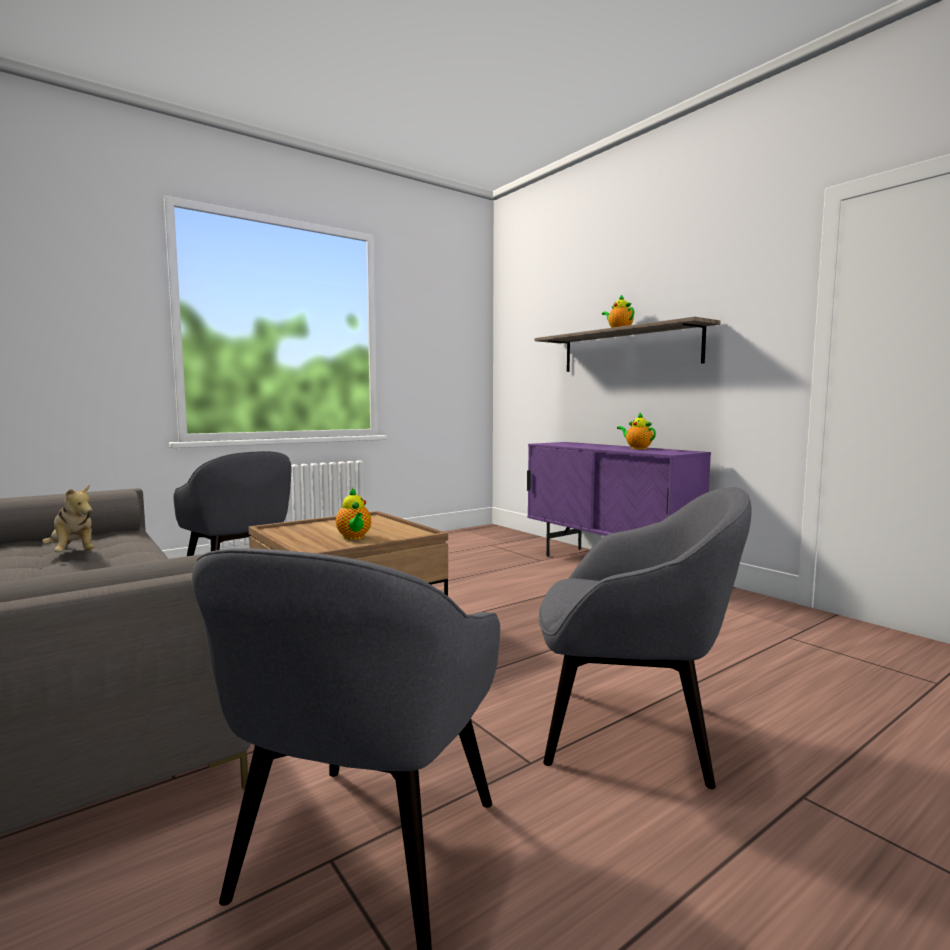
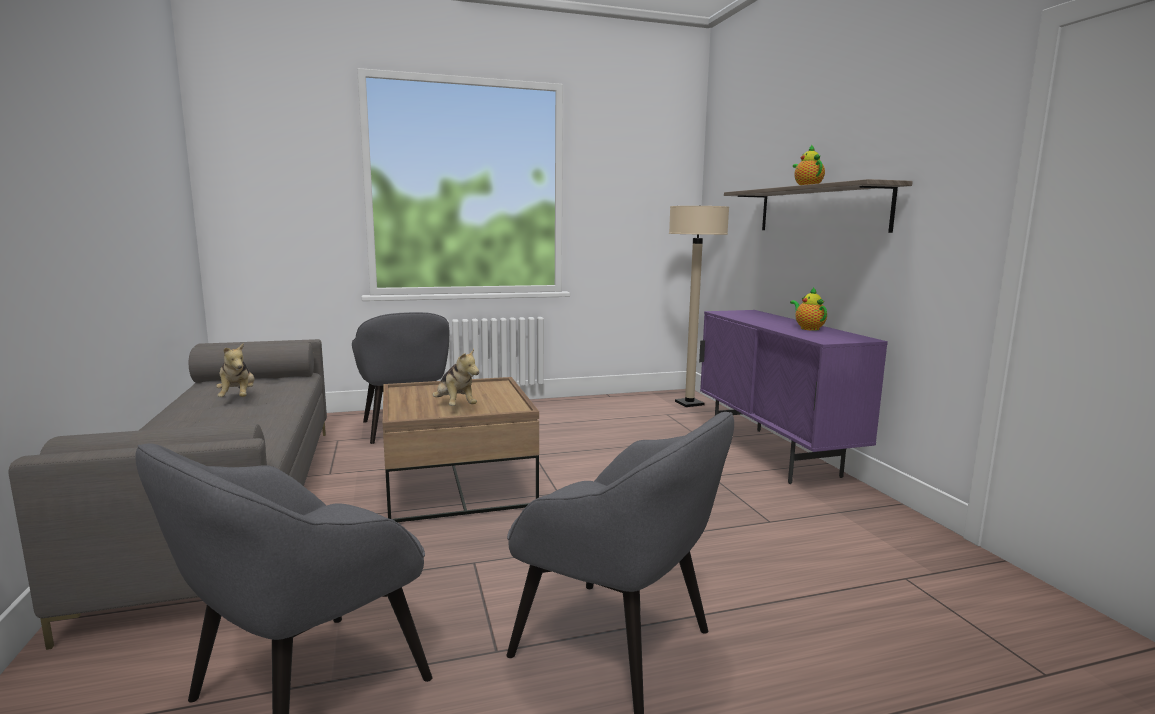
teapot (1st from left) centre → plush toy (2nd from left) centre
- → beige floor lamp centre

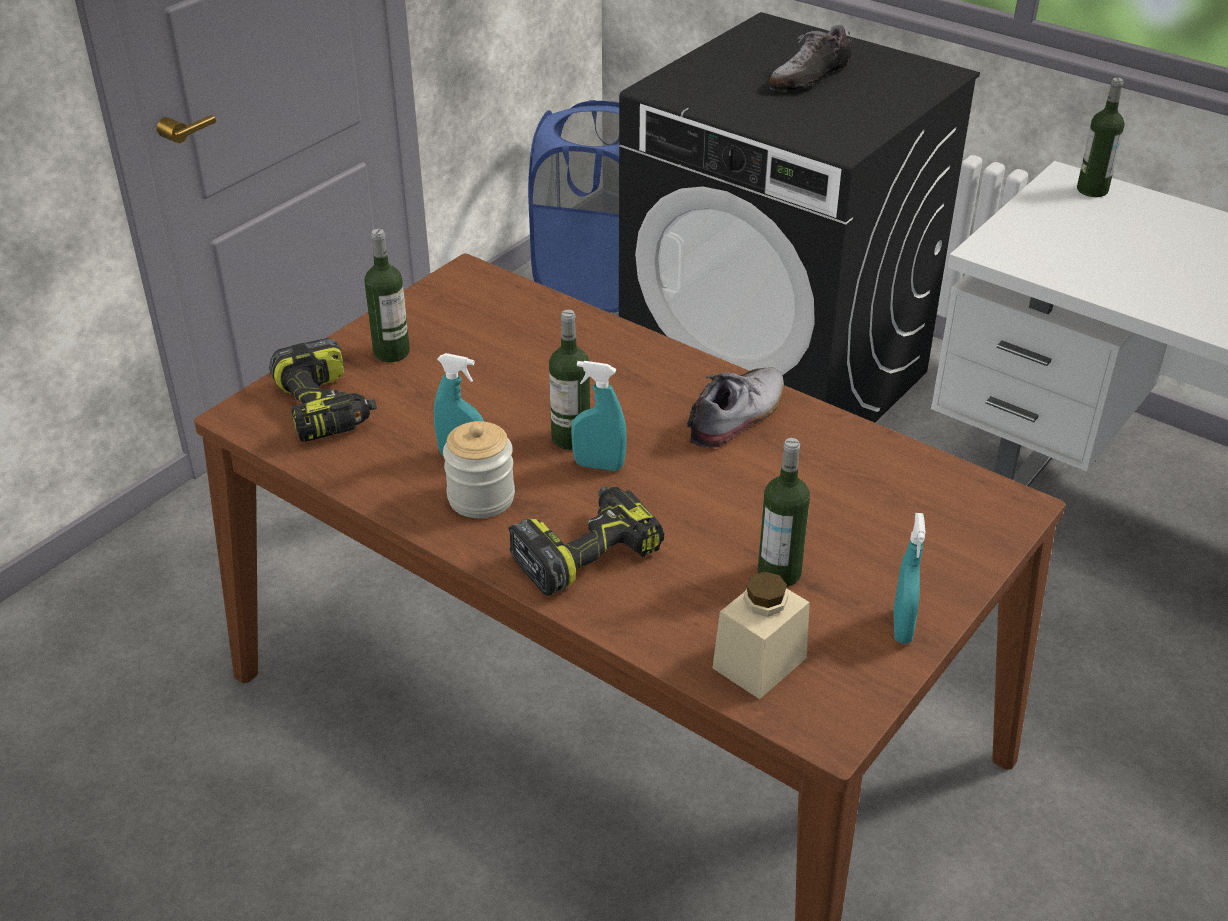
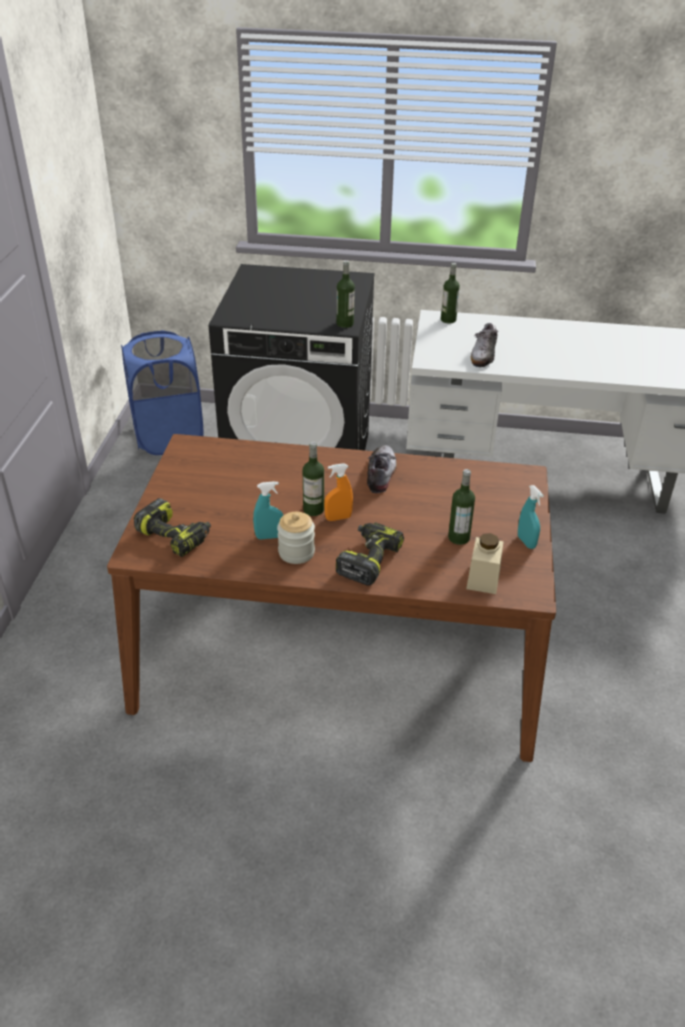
turquoise spray bottle (2nd from left) centre → orange spray bottle centre
bottle (1st from left in the first image) top left → bottle (2nd from left) top centre, move
shoe (2nd from left) top centre → shoe (2nd from left) middle right, move

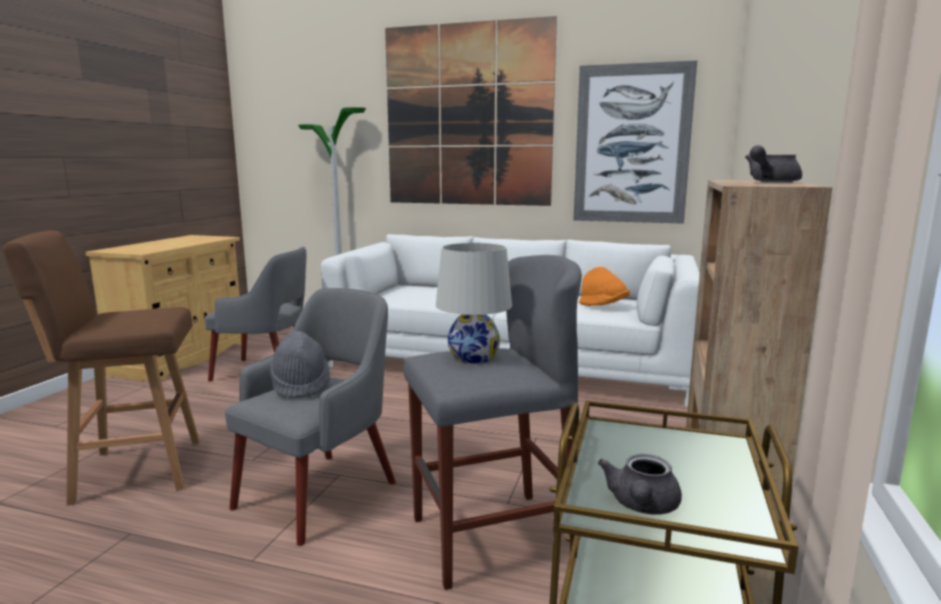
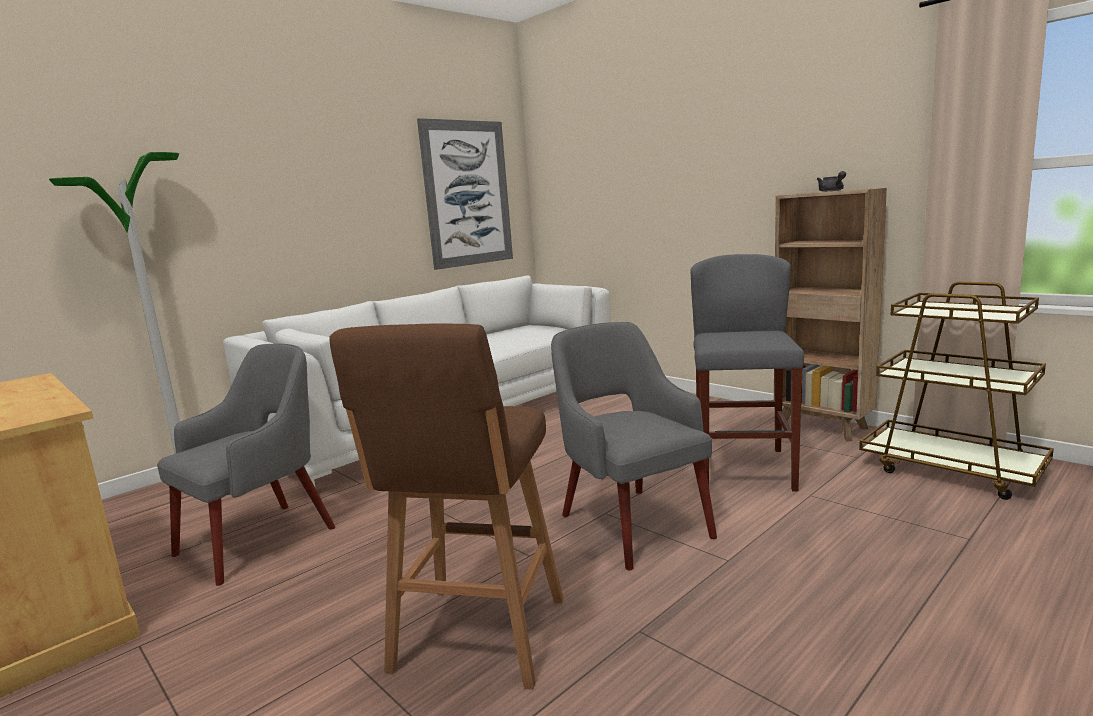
grey hat middle left → -
picture (1st from left) top centre → -
white table lamp centre → -
orange hat centre → -
grey teapot (1st from left) bottom right → -

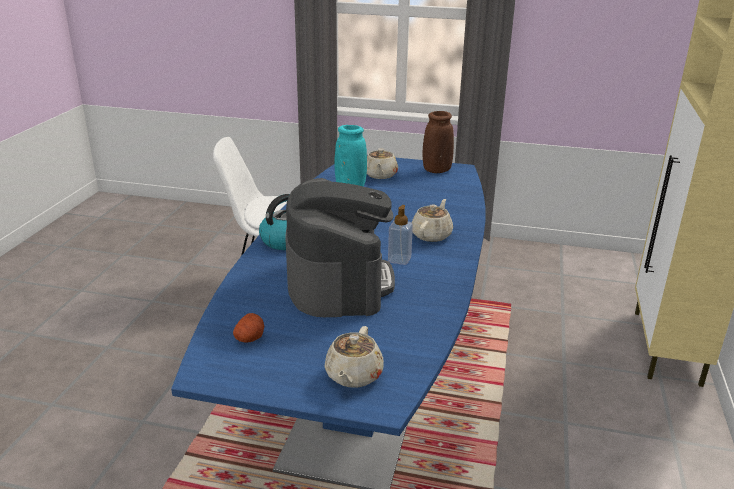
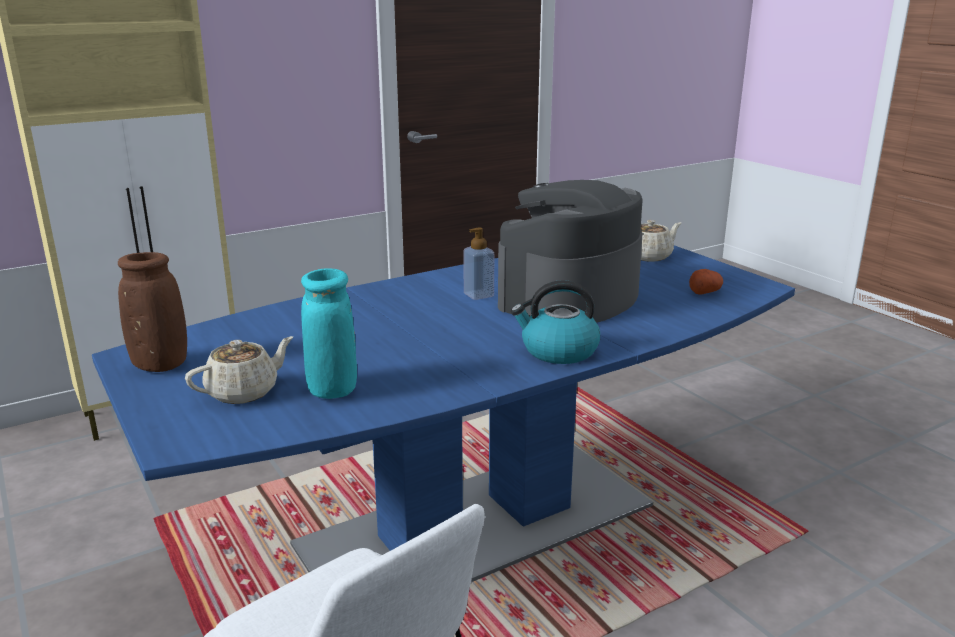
beige teapot (3rd from left) centre → -

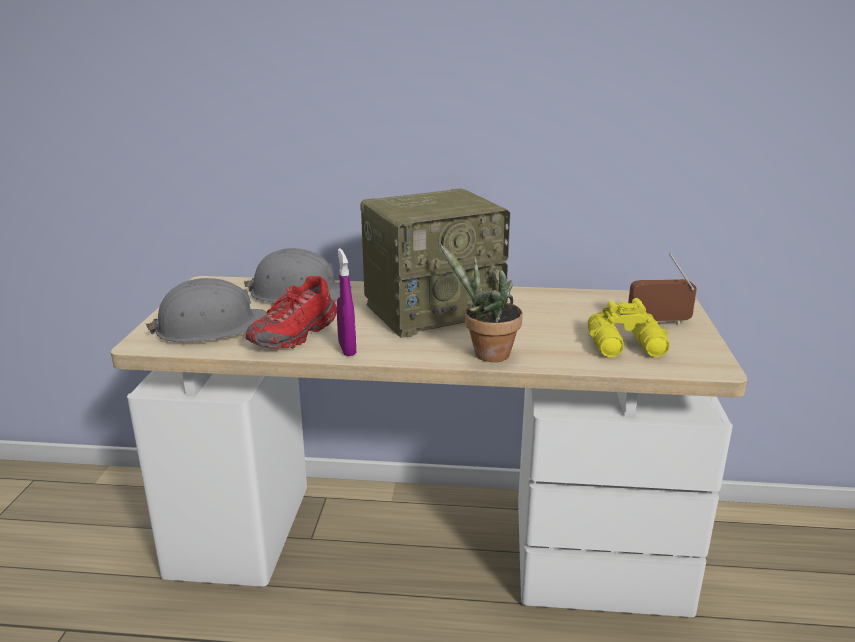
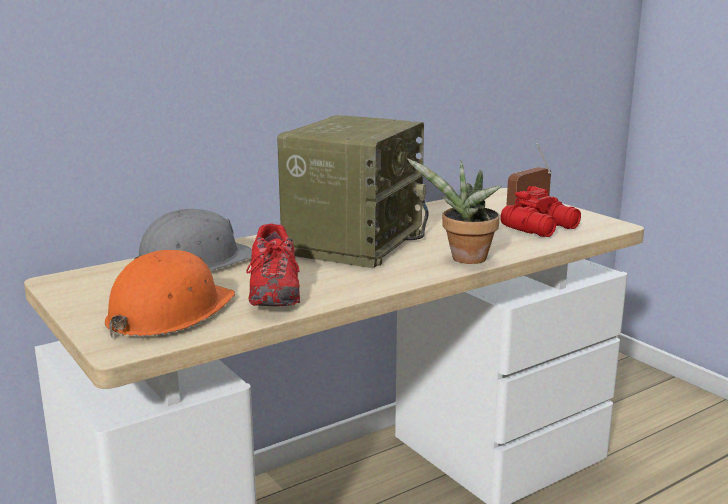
grey hard hat (1st from left) middle left → orange hard hat middle left
yellow binoculars middle right → red binoculars middle right
purple spray bottle centre → -

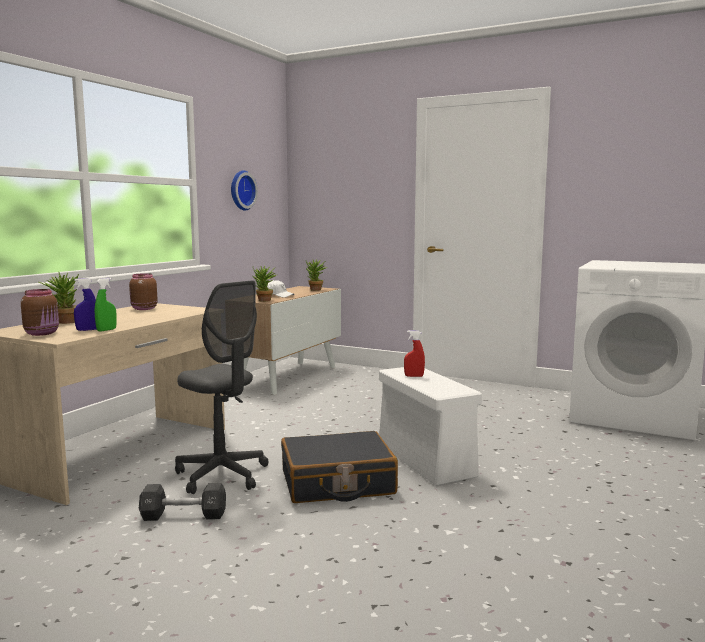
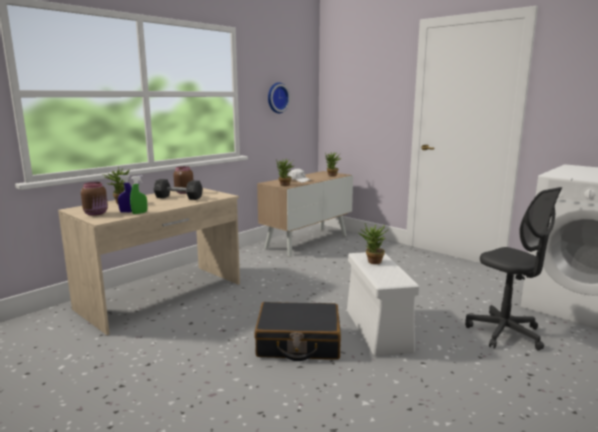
black dumbbell bottom left → black dumbbell middle left, move
red spray bottle centre → potted plant (4th from left) centre
grey office chair middle left → grey office chair middle right, move

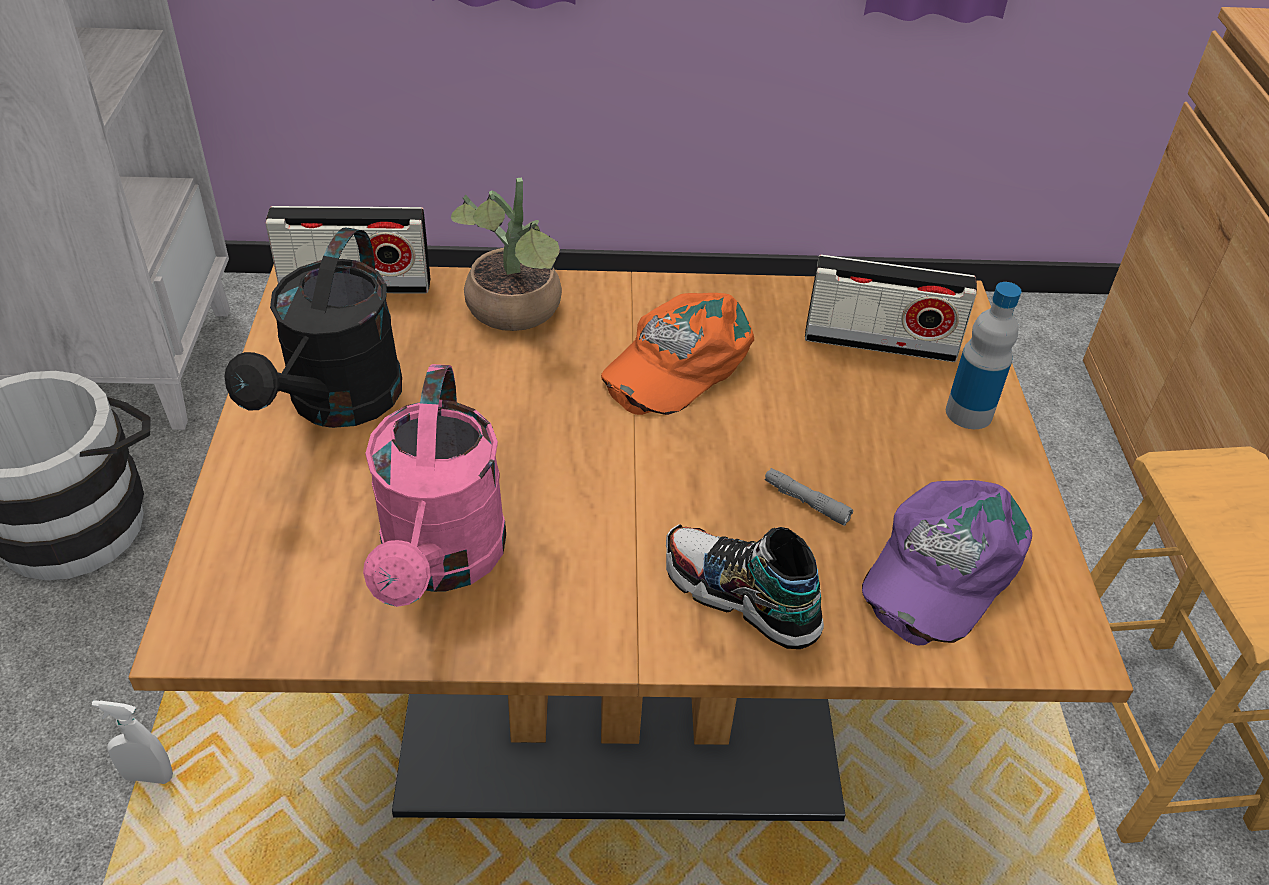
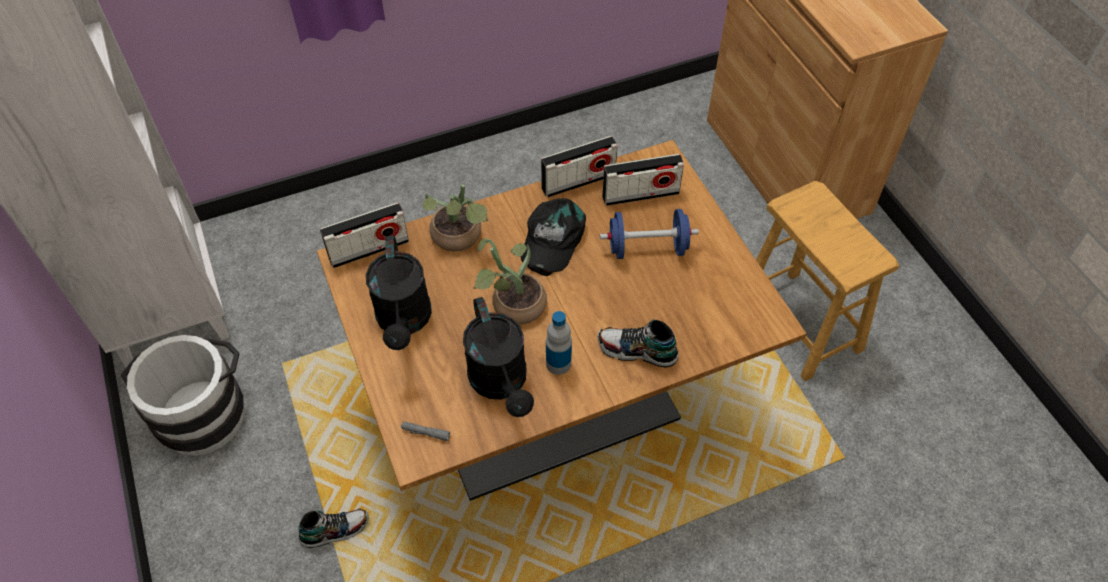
white spray bottle bottom left → shoe (1st from left) bottom left
grey flashlight centre → grey flashlight bottom centre, move
pink watering can centre → black watering can (2nd from left) centre
- → potted plant (2nd from left) centre
orange cap centre → black cap centre
- → radio (2nd from left) top centre
bottle middle right → bottle centre, move
- → blue dumbbell centre
purple cap middle right → -

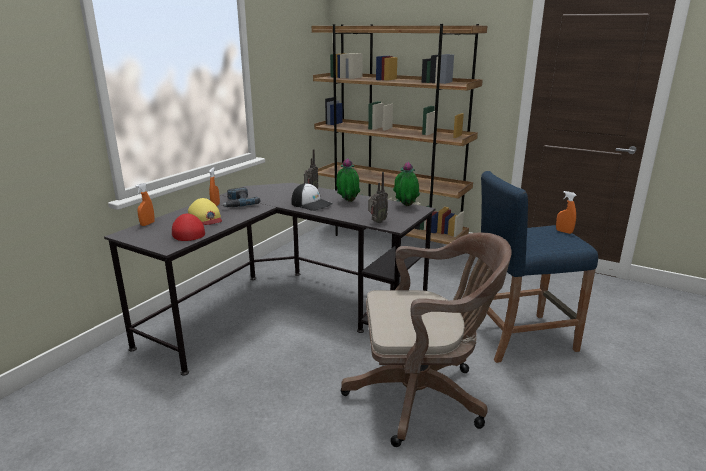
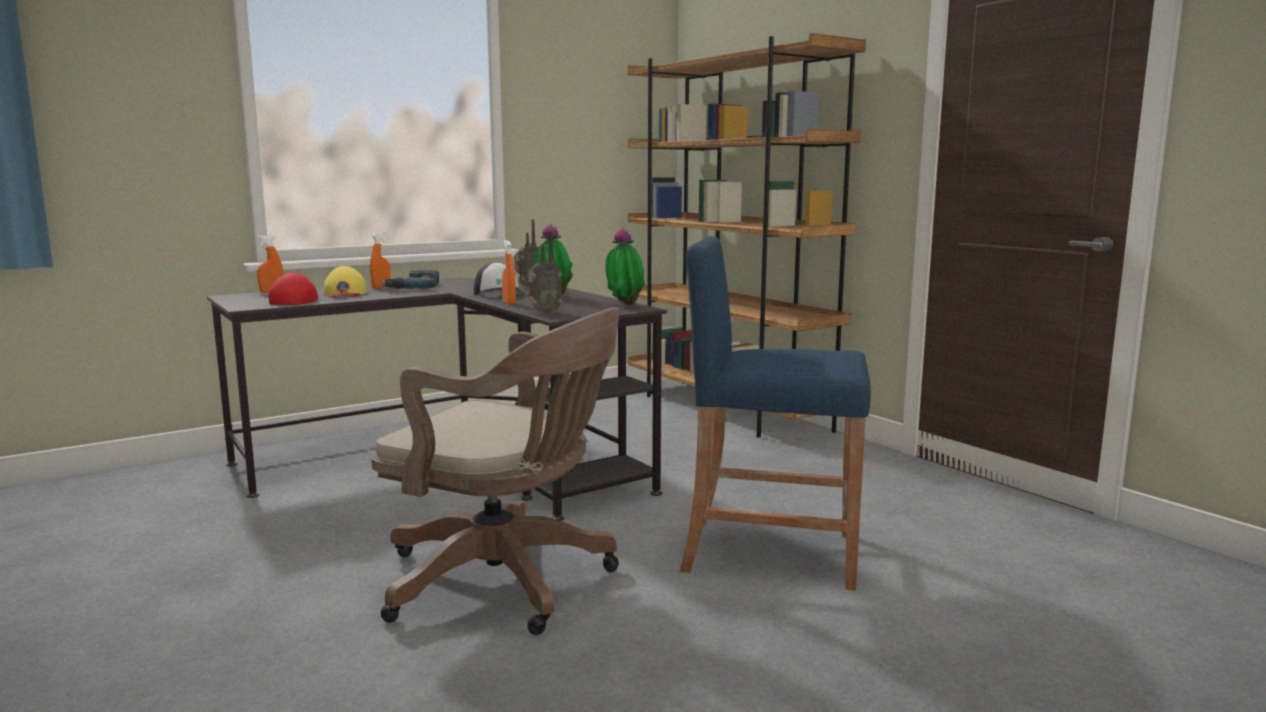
orange spray bottle (3rd from left) middle right → orange spray bottle (3rd from left) centre, move

